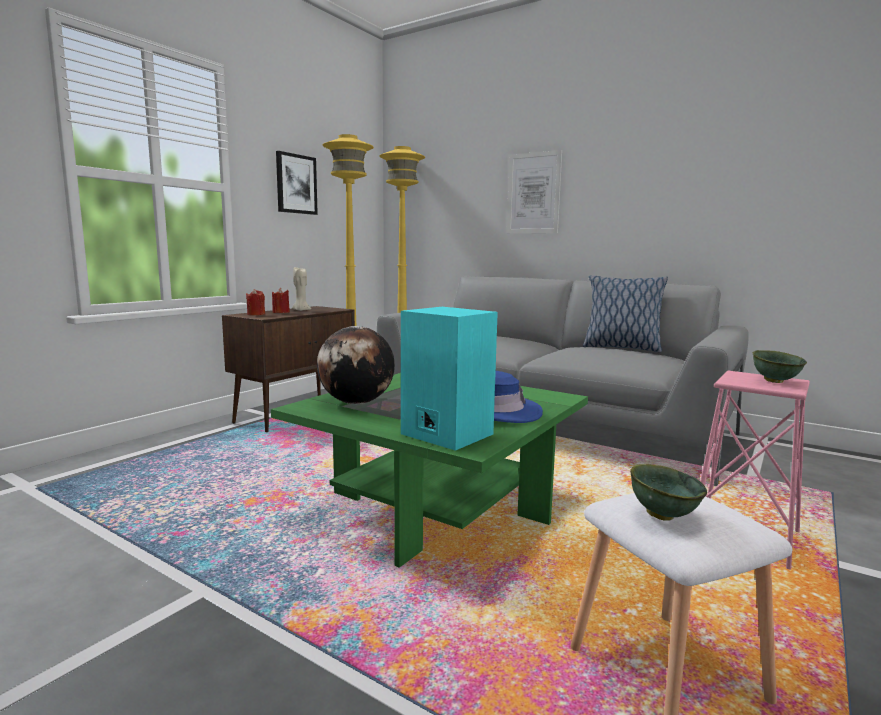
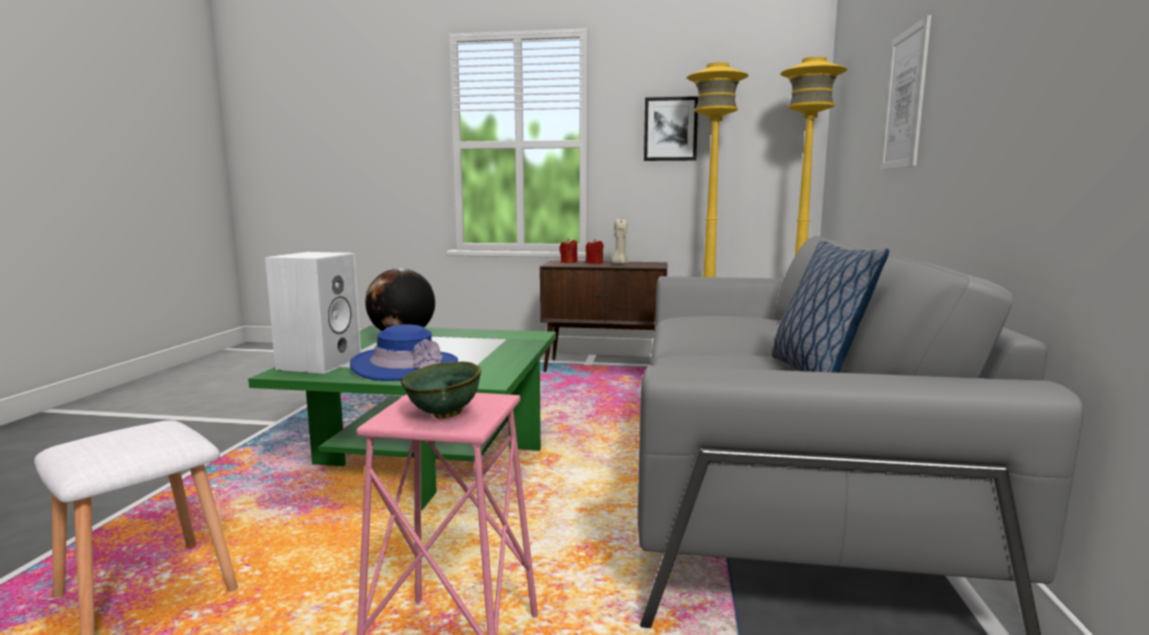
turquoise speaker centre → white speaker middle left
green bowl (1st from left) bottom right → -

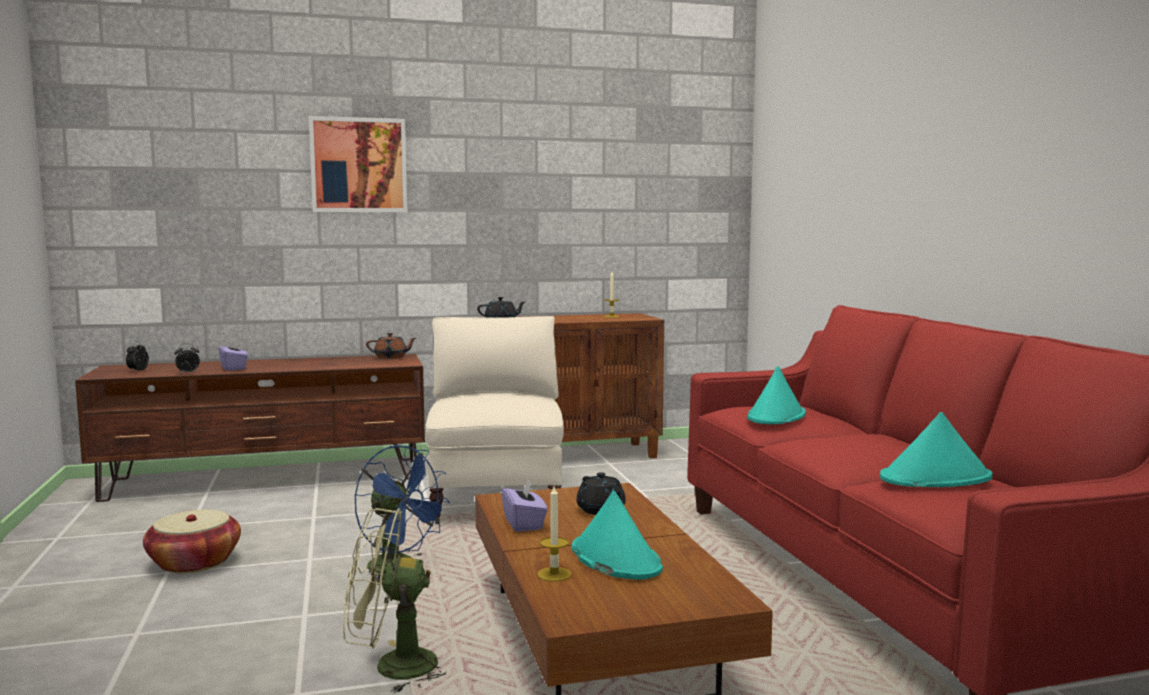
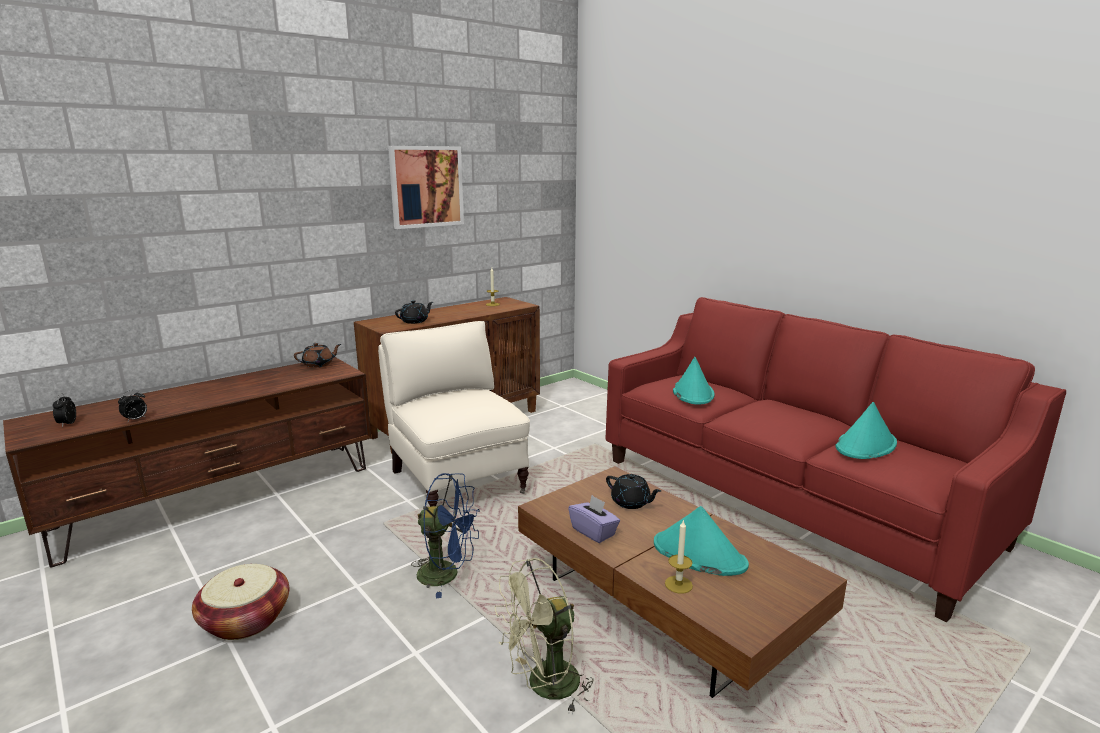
picture top left → picture top centre, move
purple tissue box (1st from left) middle left → -

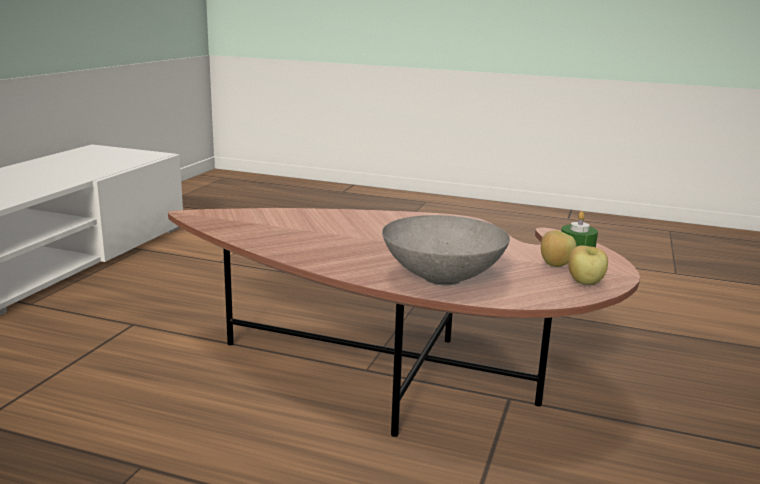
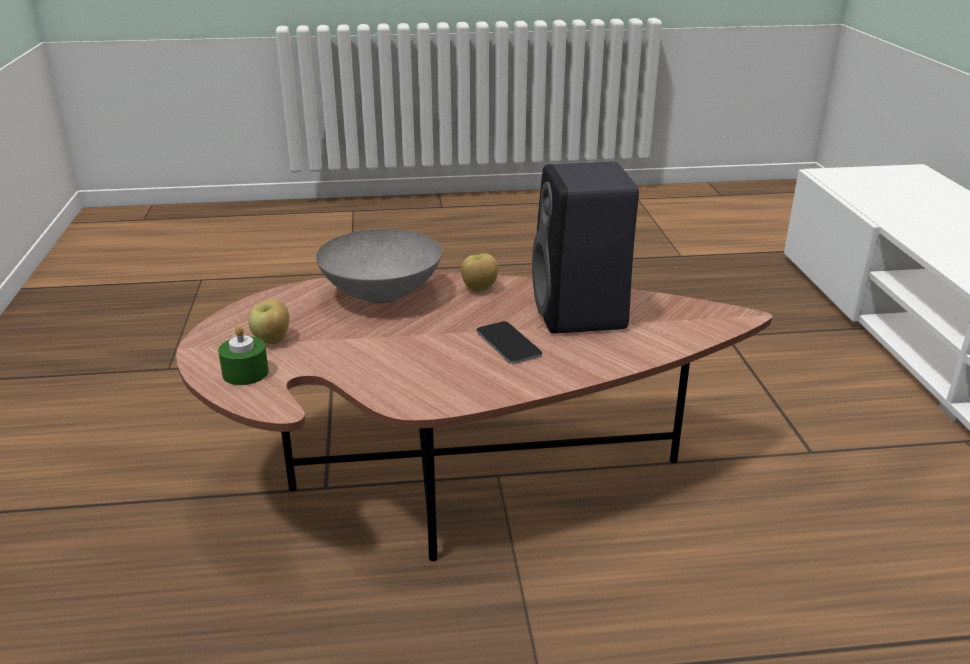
apple (2nd from left) middle right → apple (2nd from left) centre, move
- → phone centre
- → black speaker centre

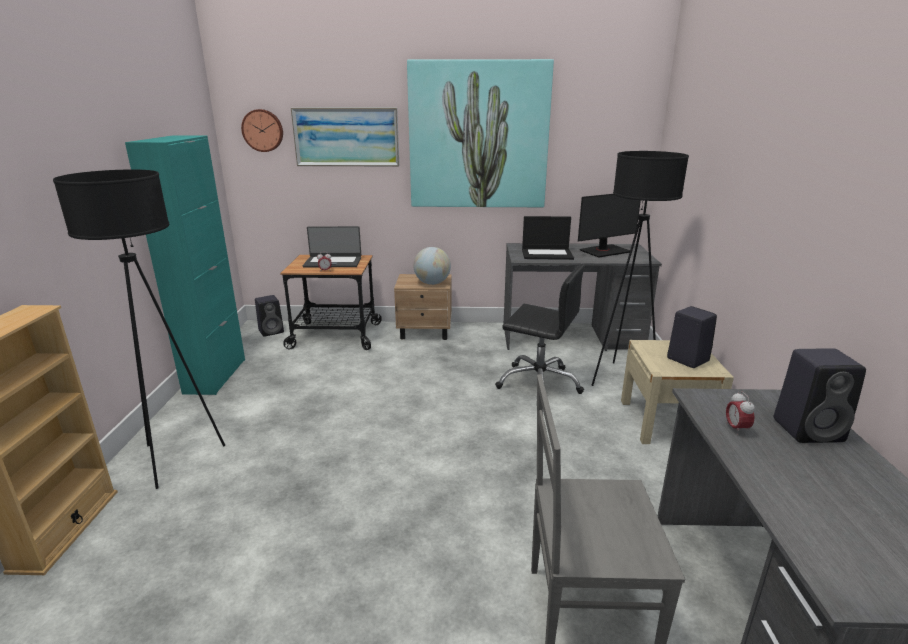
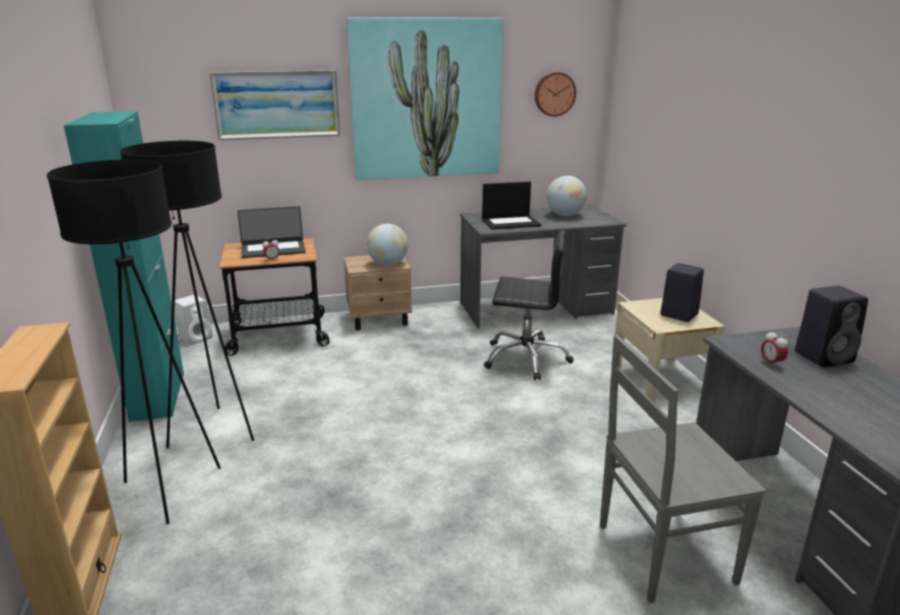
black floor lamp (2nd from left) middle right → black floor lamp (2nd from left) middle left, move
black speaker (1st from left) middle left → white speaker middle left
wall clock top left → wall clock top centre, move
monitor middle right → globe (2nd from left) top centre

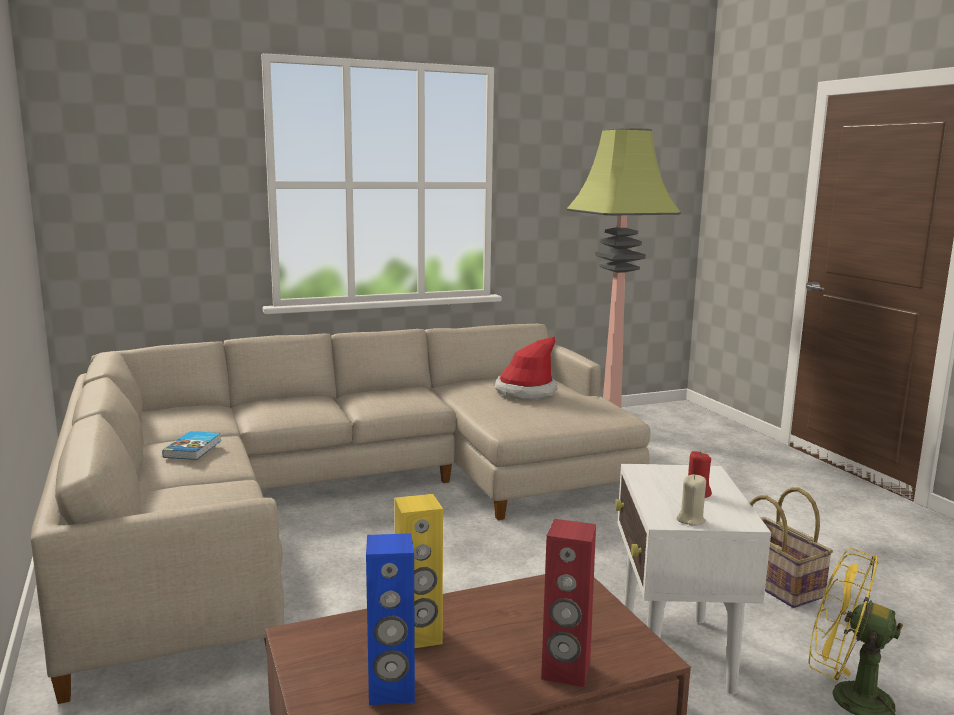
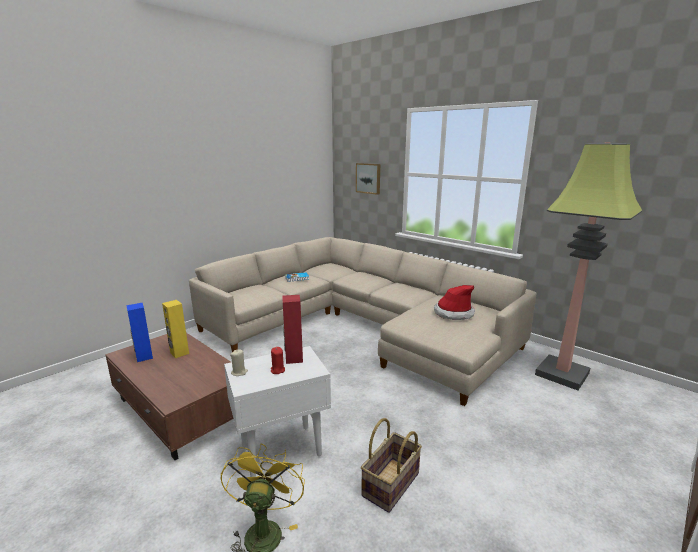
red speaker bottom centre → red speaker centre, move
- → picture top centre

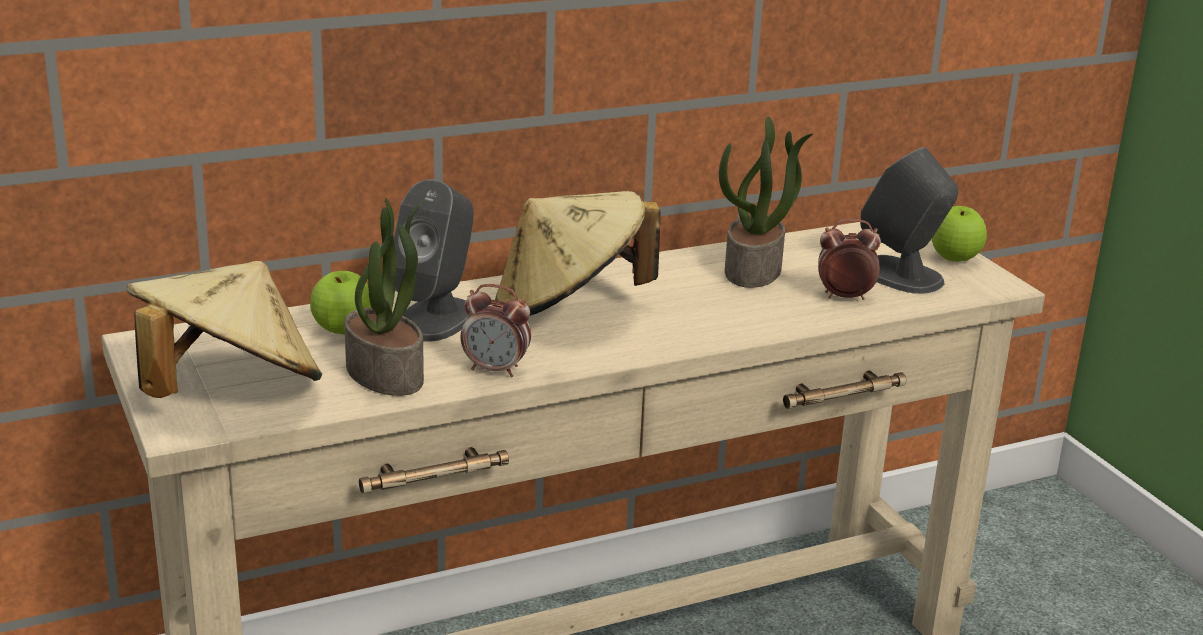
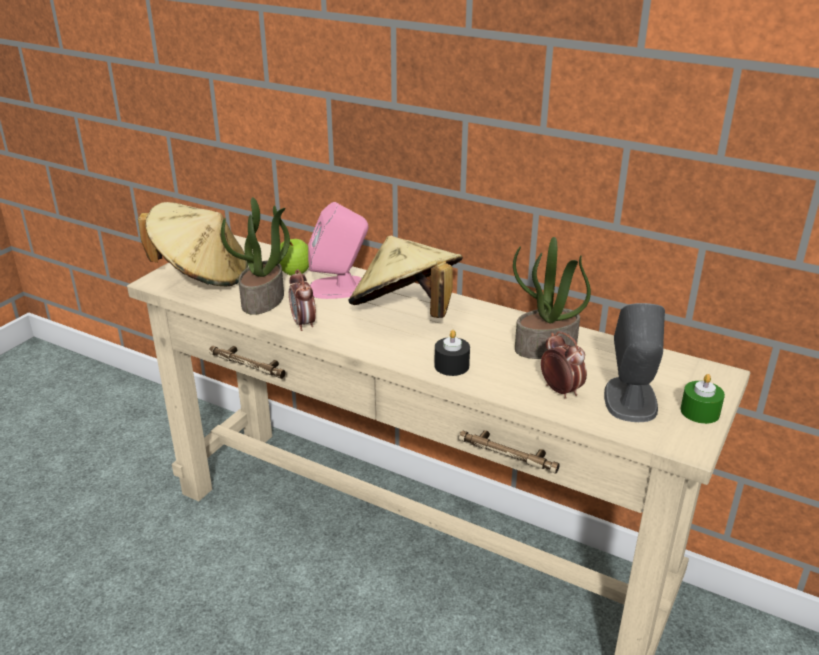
grey speaker (1st from left) centre → pink speaker centre
- → black candle centre
apple (2nd from left) middle right → green candle middle right

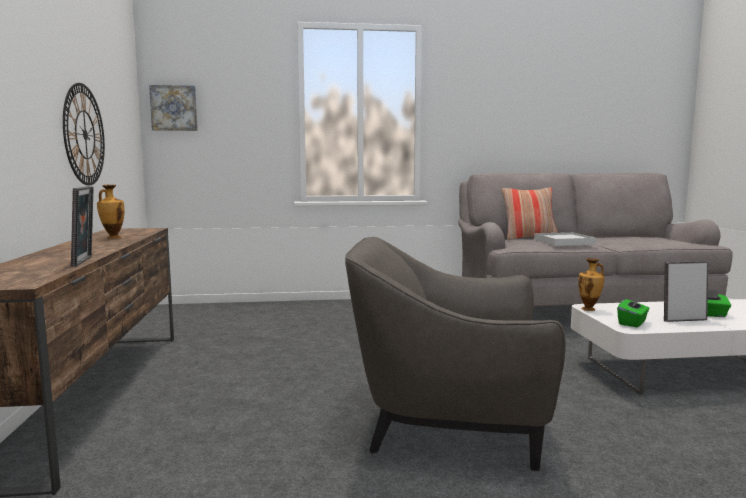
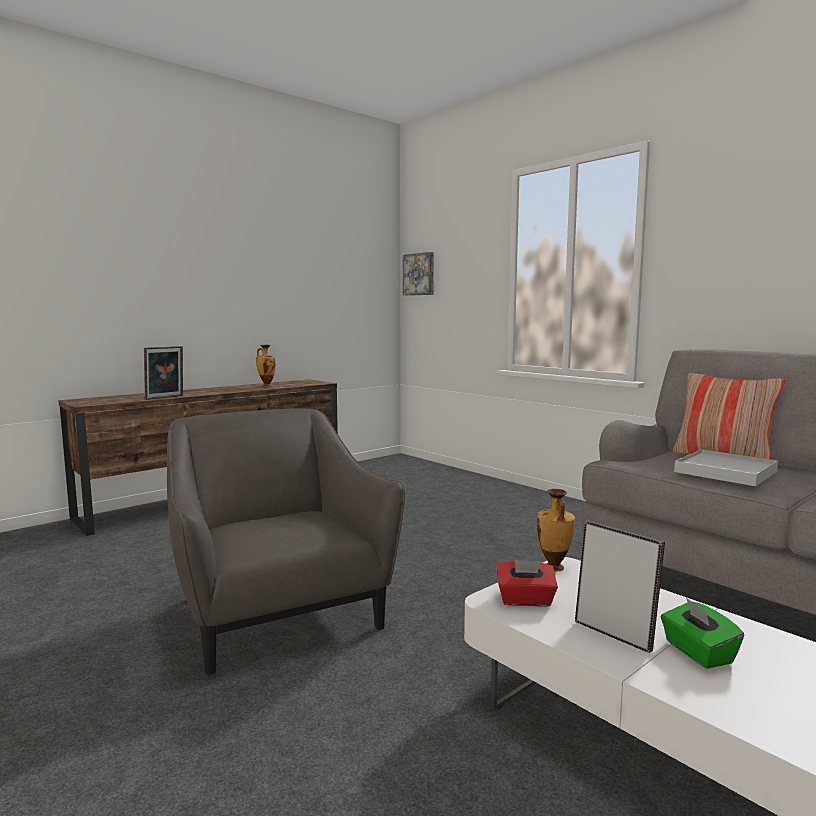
green tissue box (1st from left) middle right → red tissue box bottom centre
wall clock top left → -

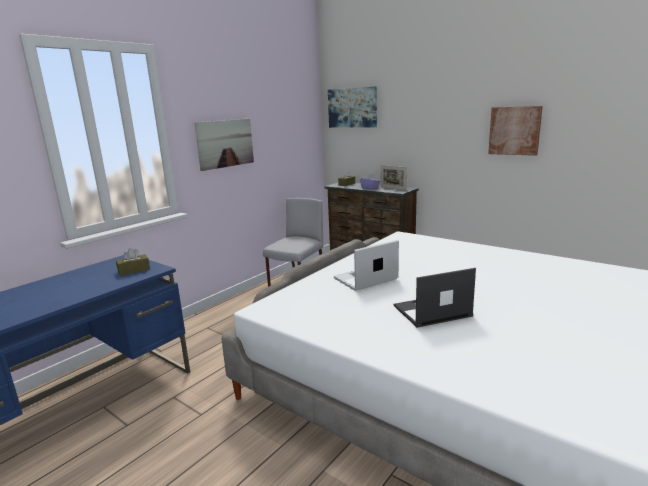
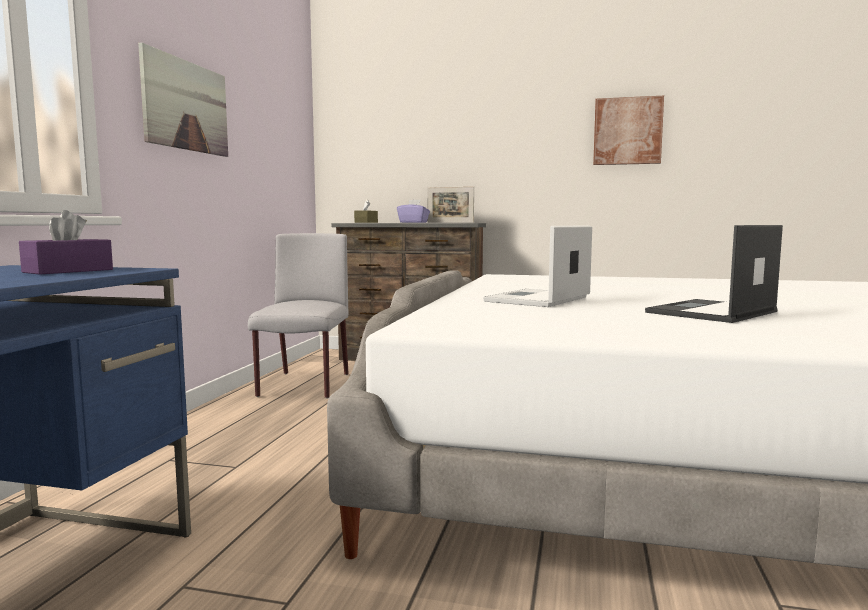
brown tissue box (1st from left) middle left → purple tissue box (1st from left) middle left
picture (2nd from left) top centre → -

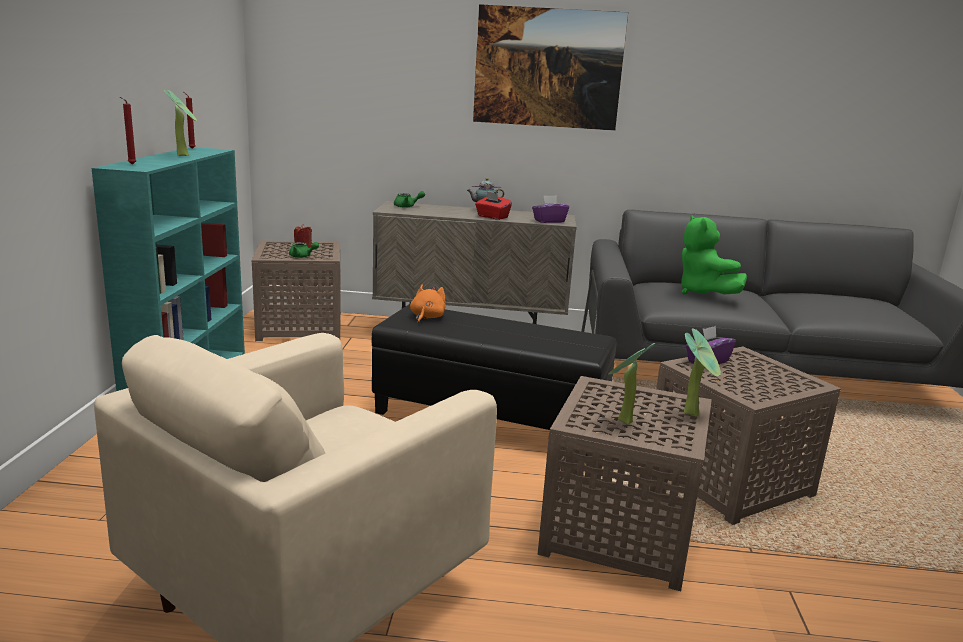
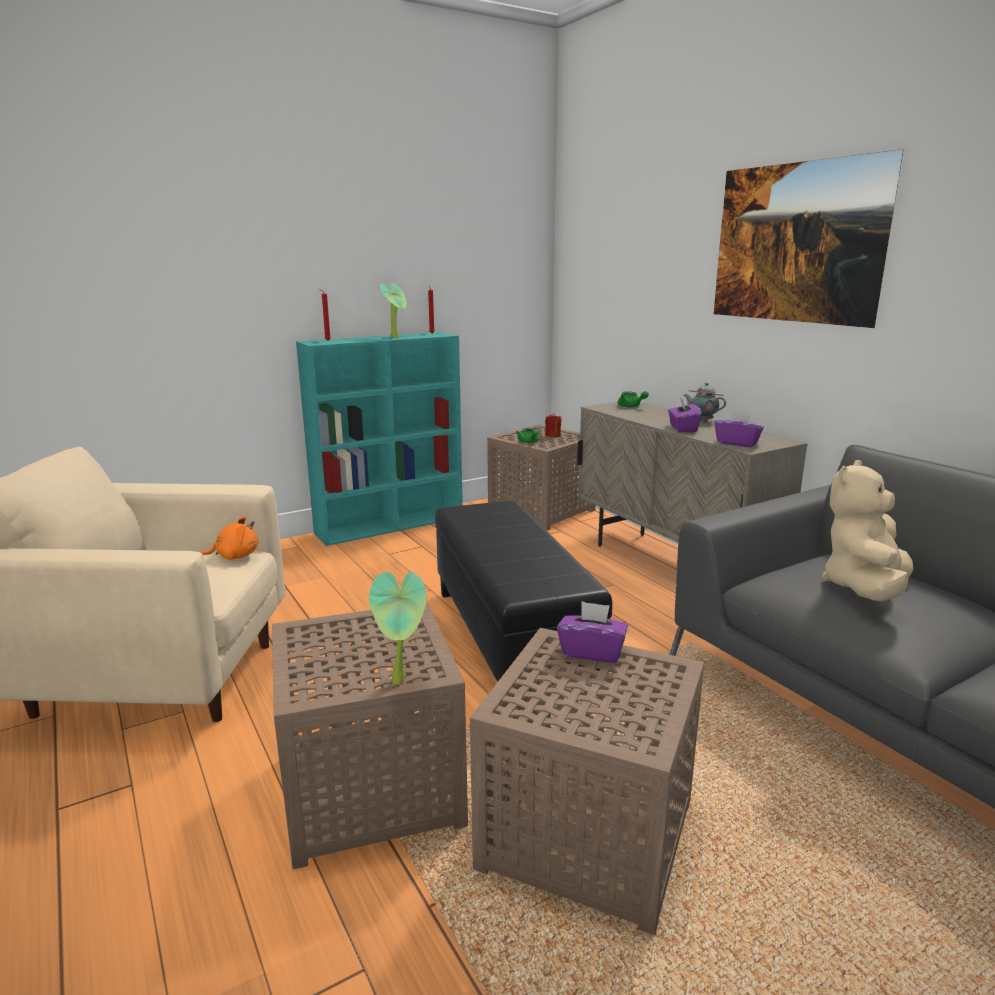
orange plush toy centre → orange plush toy middle left, move
red tissue box top centre → purple tissue box (2nd from left) middle right
green plush toy middle right → beige plush toy middle right
potted plant (2nd from left) centre → -

